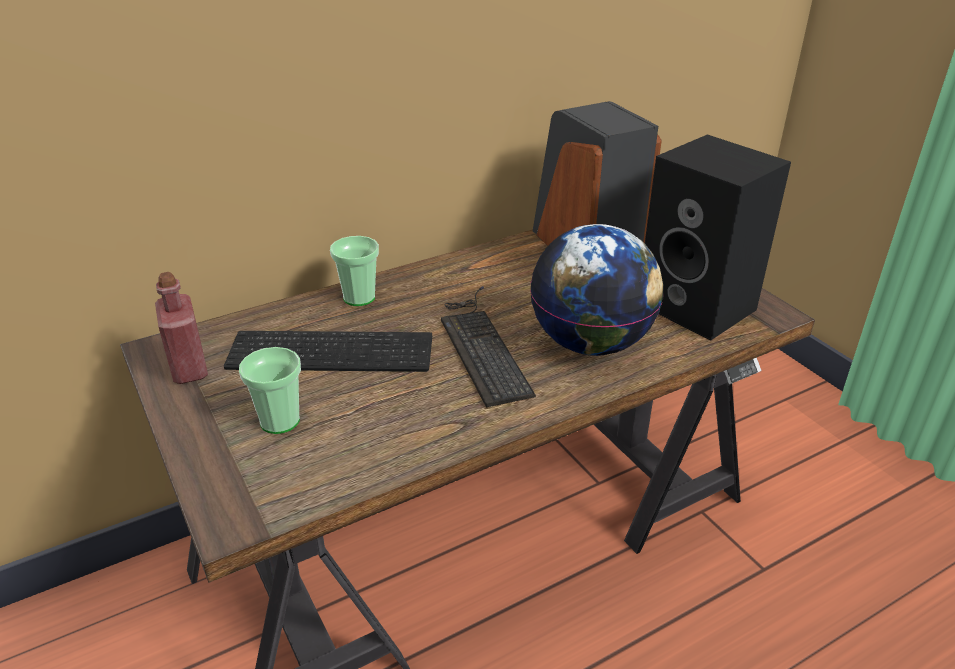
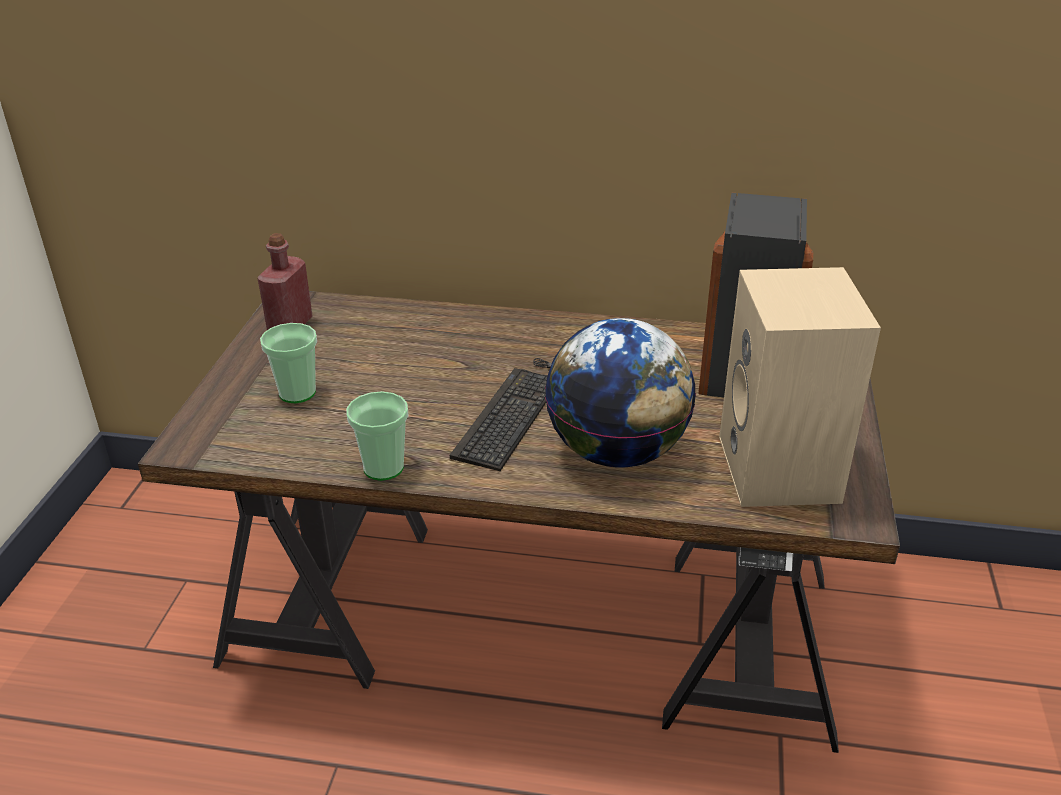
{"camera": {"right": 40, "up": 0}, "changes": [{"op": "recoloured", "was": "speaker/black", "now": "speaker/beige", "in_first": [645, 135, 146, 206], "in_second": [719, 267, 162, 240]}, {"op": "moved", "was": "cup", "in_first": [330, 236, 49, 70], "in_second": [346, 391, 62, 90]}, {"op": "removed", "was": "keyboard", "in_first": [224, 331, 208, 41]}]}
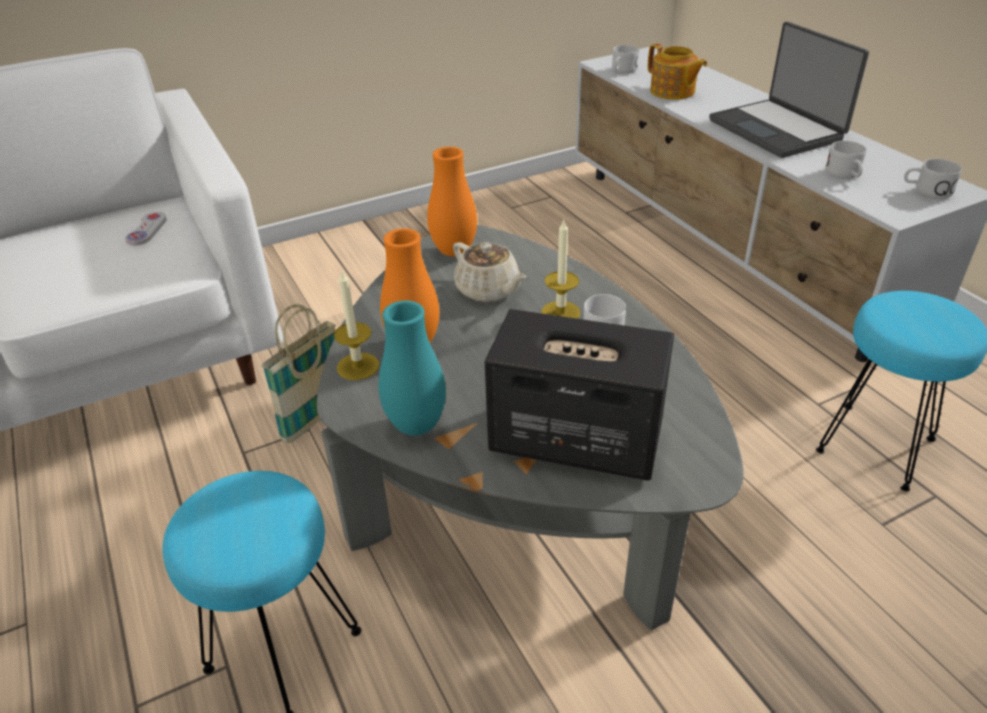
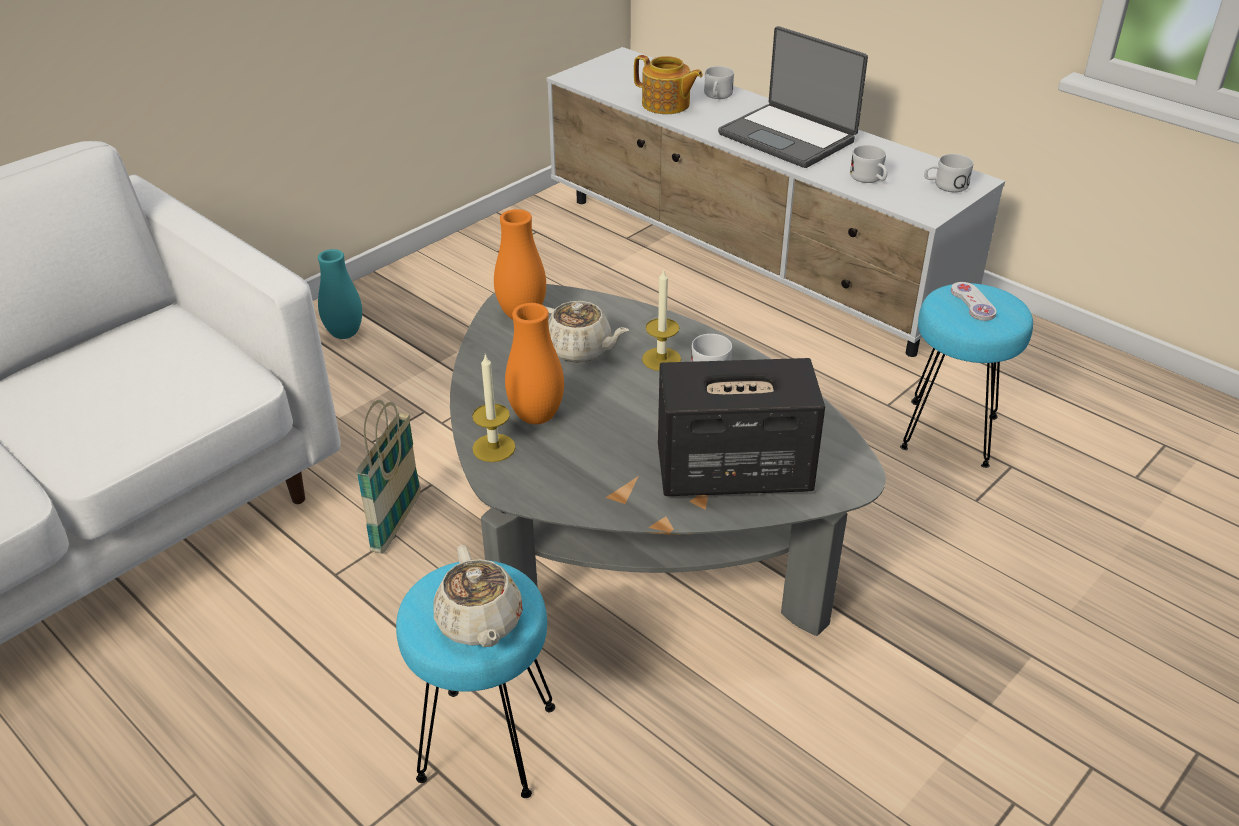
{"camera": {"right": -20, "up": 0}, "changes": [{"op": "moved", "was": "mug/white", "in_first": [612, 45, 27, 29], "in_second": [704, 66, 30, 33]}, {"op": "moved", "was": "game controller/white", "in_first": [125, 212, 42, 34], "in_second": [951, 282, 46, 39]}, {"op": "moved", "was": "vase/turquoise", "in_first": [379, 301, 67, 135], "in_second": [318, 249, 44, 90]}, {"op": "added", "now": "teapot/beige", "in_second": [434, 545, 89, 102]}]}
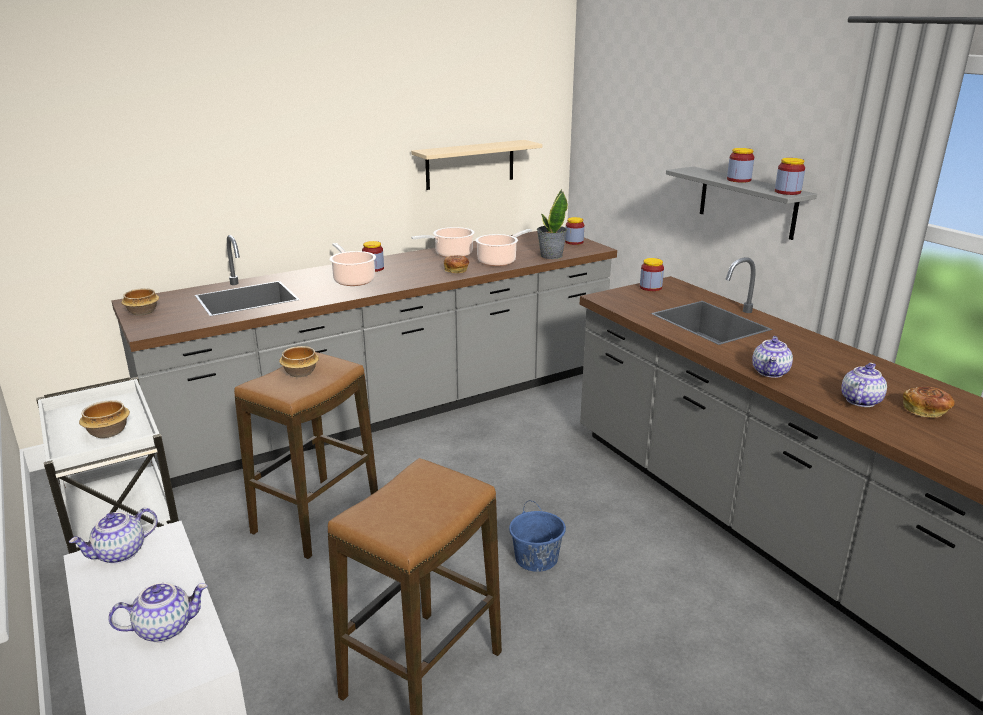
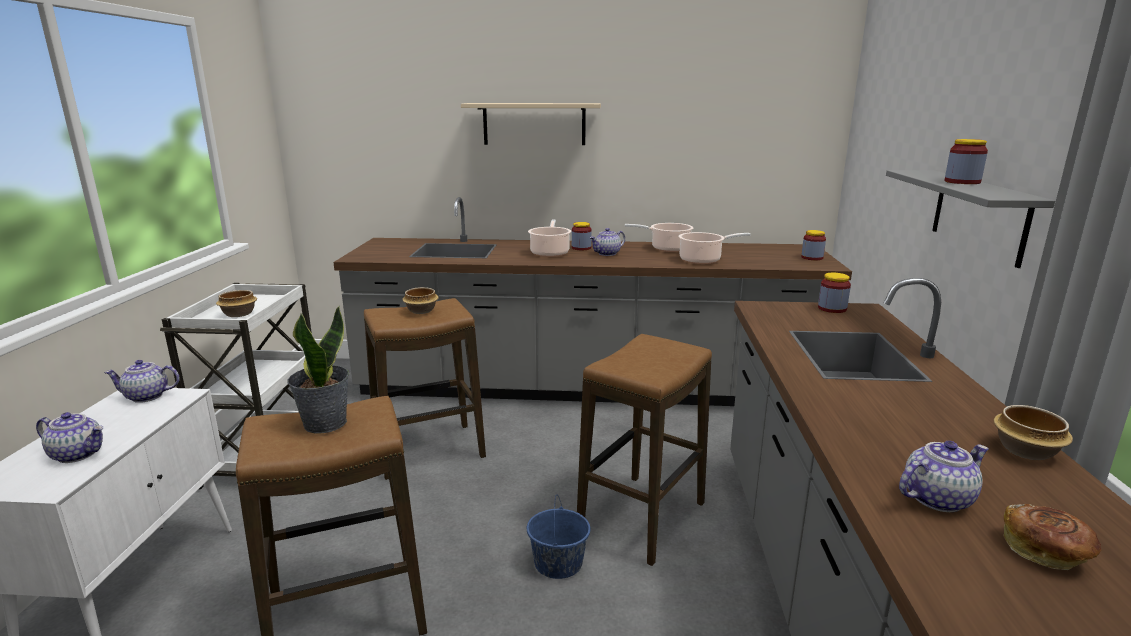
{"camera": {"right": 35, "up": -5}, "changes": [{"op": "moved", "was": "shelf/beige", "in_first": [411, 140, 131, 50], "in_second": [461, 103, 140, 42]}, {"op": "removed", "was": "jar", "in_first": [775, 158, 30, 37]}, {"op": "moved", "was": "potted plant", "in_first": [537, 189, 31, 70], "in_second": [287, 306, 62, 128]}, {"op": "removed", "was": "bread", "in_first": [444, 255, 25, 18]}, {"op": "moved", "was": "bowl", "in_first": [121, 288, 38, 28], "in_second": [993, 405, 80, 55]}, {"op": "moved", "was": "teapot", "in_first": [752, 336, 41, 42], "in_second": [590, 228, 35, 28]}, {"op": "added", "now": "stool", "in_second": [577, 334, 135, 232]}]}
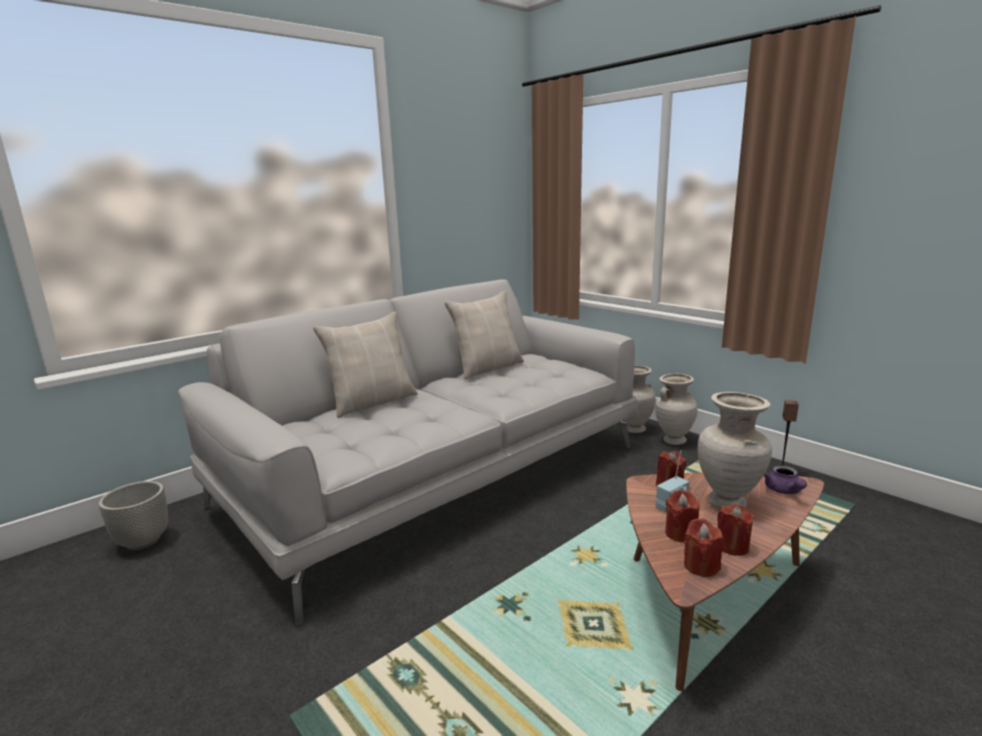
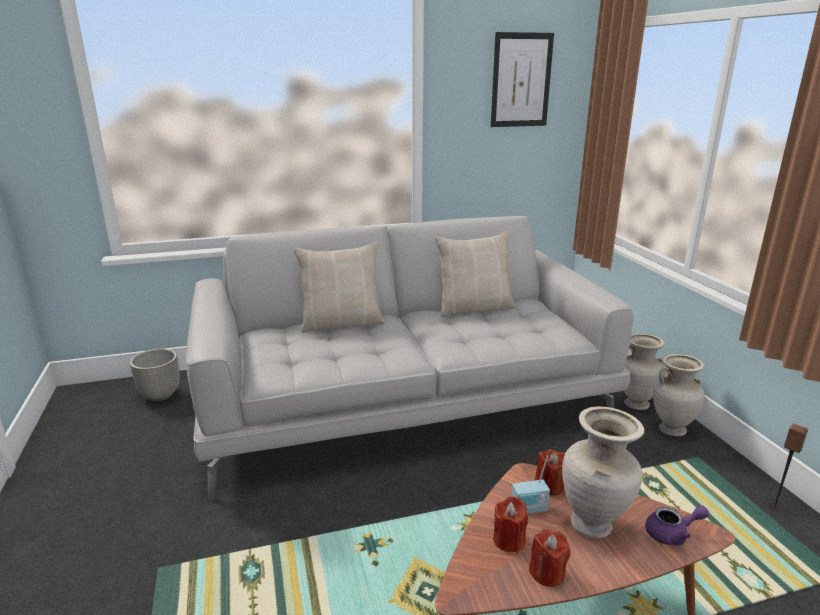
{"camera": {"right": 25, "up": 5}, "changes": [{"op": "turned", "was": "teapot/purple", "in_first": [764, 465, 43, 29], "in_second": [645, 506, 64, 39], "clockwise": -120}, {"op": "removed", "was": "candle/red", "in_first": [684, 519, 40, 58]}, {"op": "added", "now": "picture", "in_second": [491, 32, 63, 95]}]}
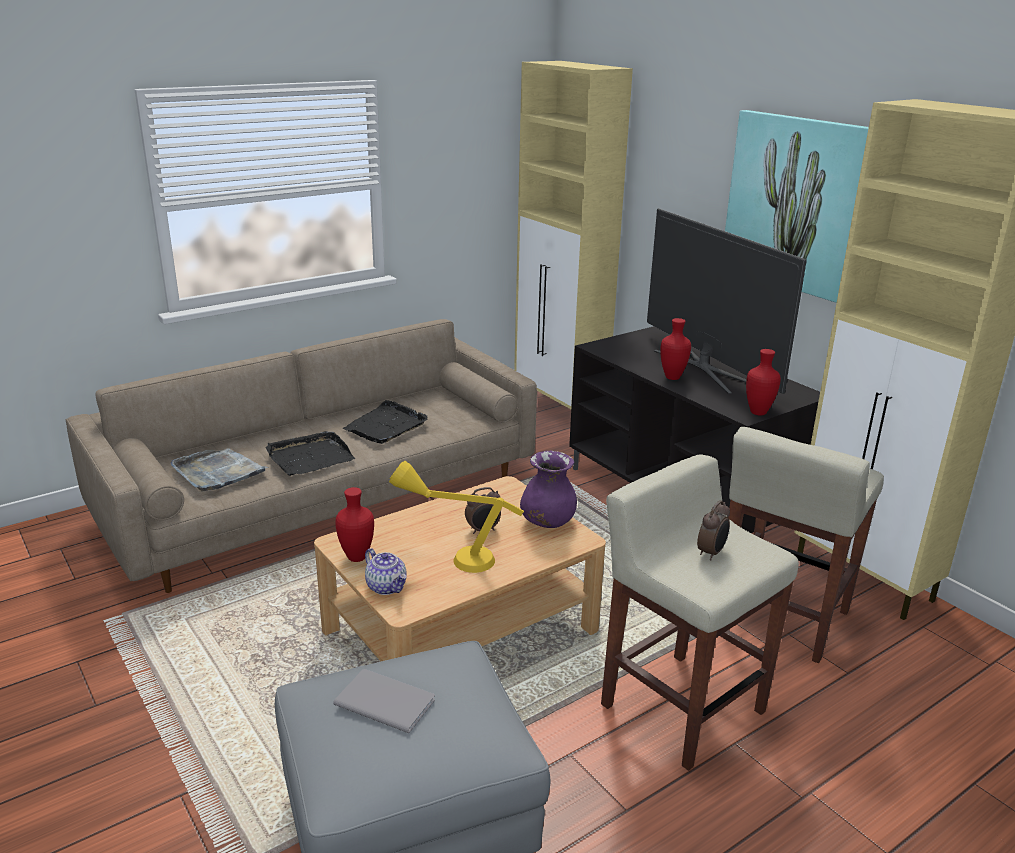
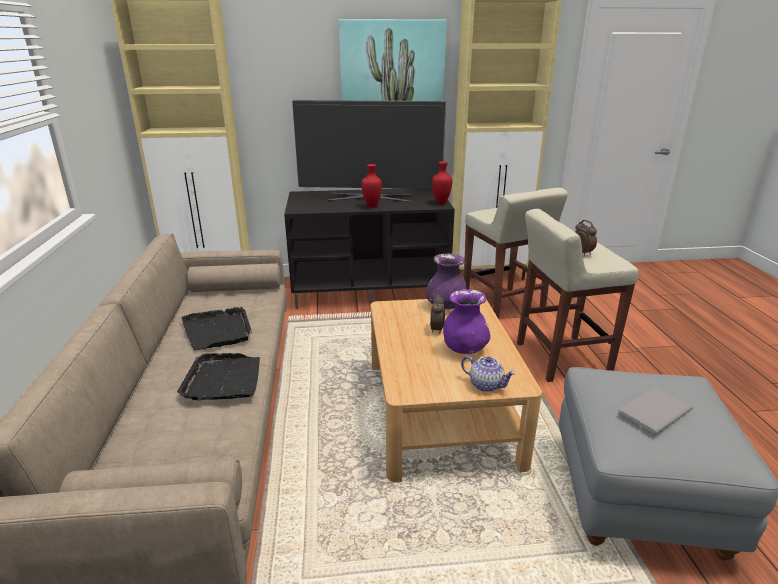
{"camera": {"right": -60, "up": 0}, "changes": [{"op": "removed", "was": "tray/grey", "in_first": [170, 448, 99, 44]}, {"op": "replaced", "was": "table lamp/yellow", "now": "vase/purple", "in_first": [389, 460, 135, 113], "in_second": [443, 289, 47, 65]}, {"op": "removed", "was": "vase/red", "in_first": [335, 487, 39, 75]}, {"op": "turned", "was": "teapot", "in_first": [365, 548, 42, 47], "in_second": [461, 356, 55, 36], "clockwise": 45}]}
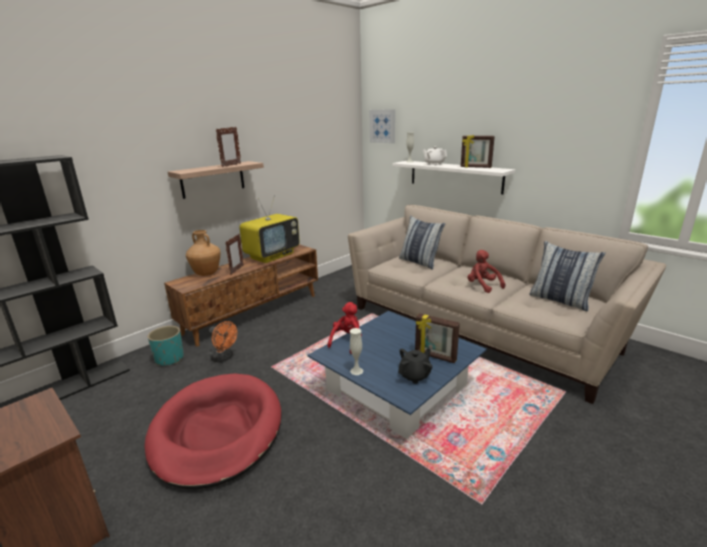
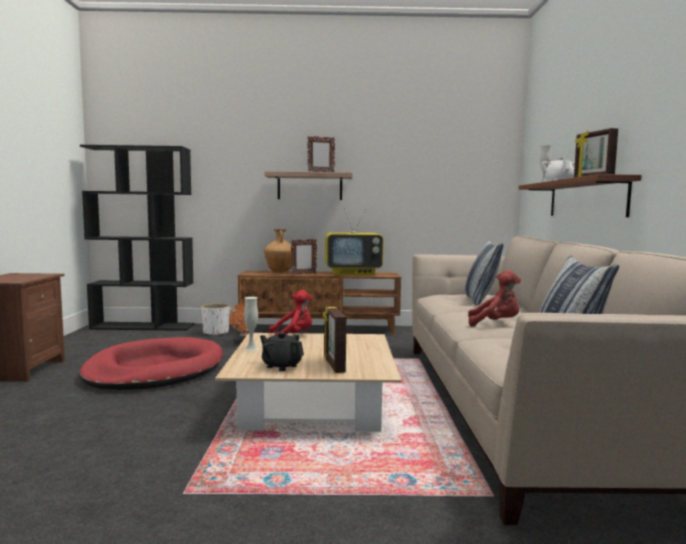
{"camera": {"right": 45, "up": -15}, "changes": [{"op": "removed", "was": "picture", "in_first": [369, 109, 26, 35]}, {"op": "recoloured", "was": "shelf/white", "now": "shelf/brown", "in_first": [392, 161, 123, 33], "in_second": [518, 174, 124, 43]}, {"op": "turned", "was": "plush toy/red", "in_first": [467, 250, 39, 43], "in_second": [468, 270, 53, 57], "clockwise": 90}, {"op": "recoloured", "was": "coffee table/blue", "now": "coffee table/beige", "in_first": [307, 311, 180, 128], "in_second": [215, 333, 186, 99]}, {"op": "recoloured", "was": "planter/turquoise", "now": "planter/white", "in_first": [148, 326, 36, 40], "in_second": [202, 303, 28, 33]}, {"op": "turned", "was": "teapot/black", "in_first": [398, 348, 34, 36], "in_second": [260, 332, 44, 39], "clockwise": -150}]}
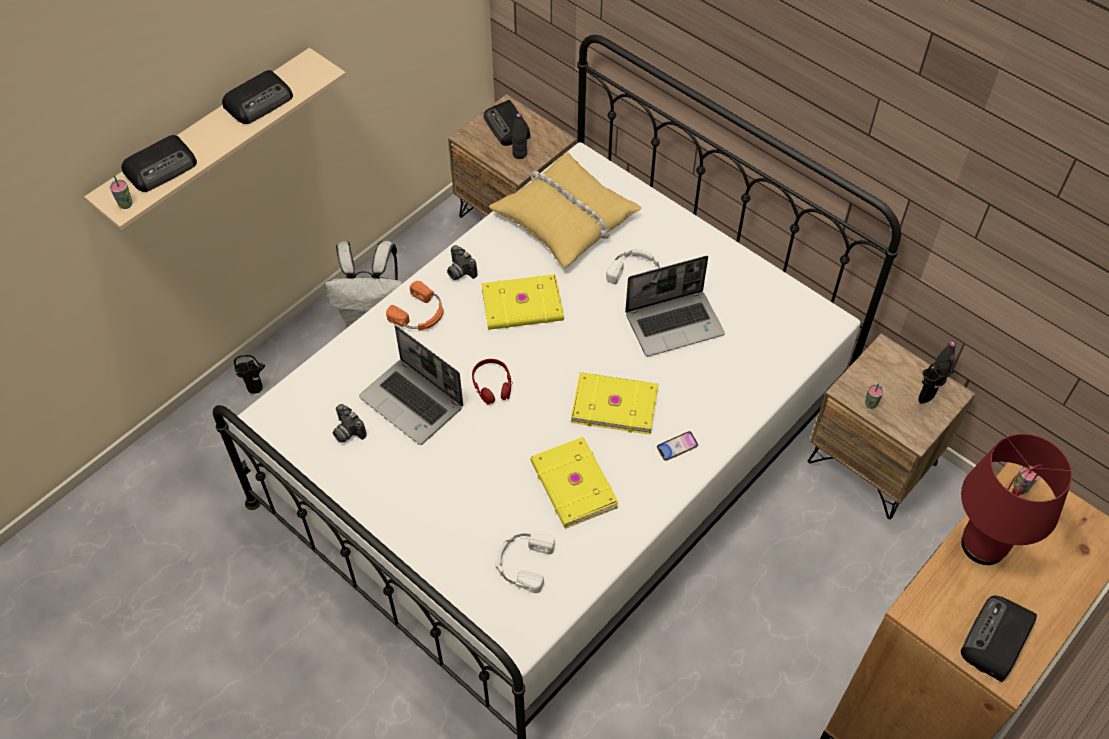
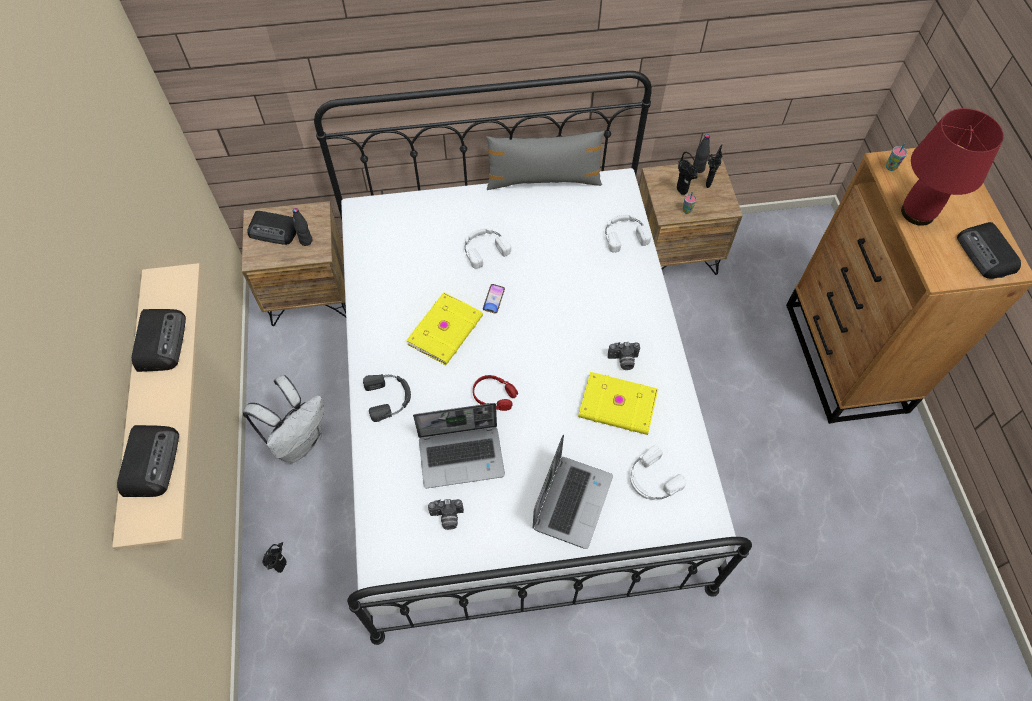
{"camera": {"right": -50, "up": 5}, "changes": [{"op": "removed", "was": "pillow/yellow", "in_first": [489, 153, 152, 115]}, {"op": "removed", "was": "cup", "in_first": [110, 175, 23, 34]}, {"op": "moved", "was": "photo camera", "in_first": [447, 245, 30, 35], "in_second": [608, 342, 32, 28]}, {"op": "moved", "was": "laptop", "in_first": [625, 256, 100, 100], "in_second": [533, 435, 80, 114]}, {"op": "recoloured", "was": "headphones/orange", "now": "headphones/black", "in_first": [386, 281, 58, 49], "in_second": [363, 374, 48, 48]}, {"op": "removed", "was": "book/yellow", "in_first": [571, 372, 87, 63]}, {"op": "moved", "was": "phone", "in_first": [657, 431, 41, 30], "in_second": [483, 284, 22, 30]}, {"op": "added", "now": "pillow/grey", "in_second": [486, 131, 119, 59]}, {"op": "added", "now": "vase/black", "in_second": [677, 152, 21, 43]}, {"op": "added", "now": "headphones/white", "in_second": [605, 214, 46, 38]}]}
